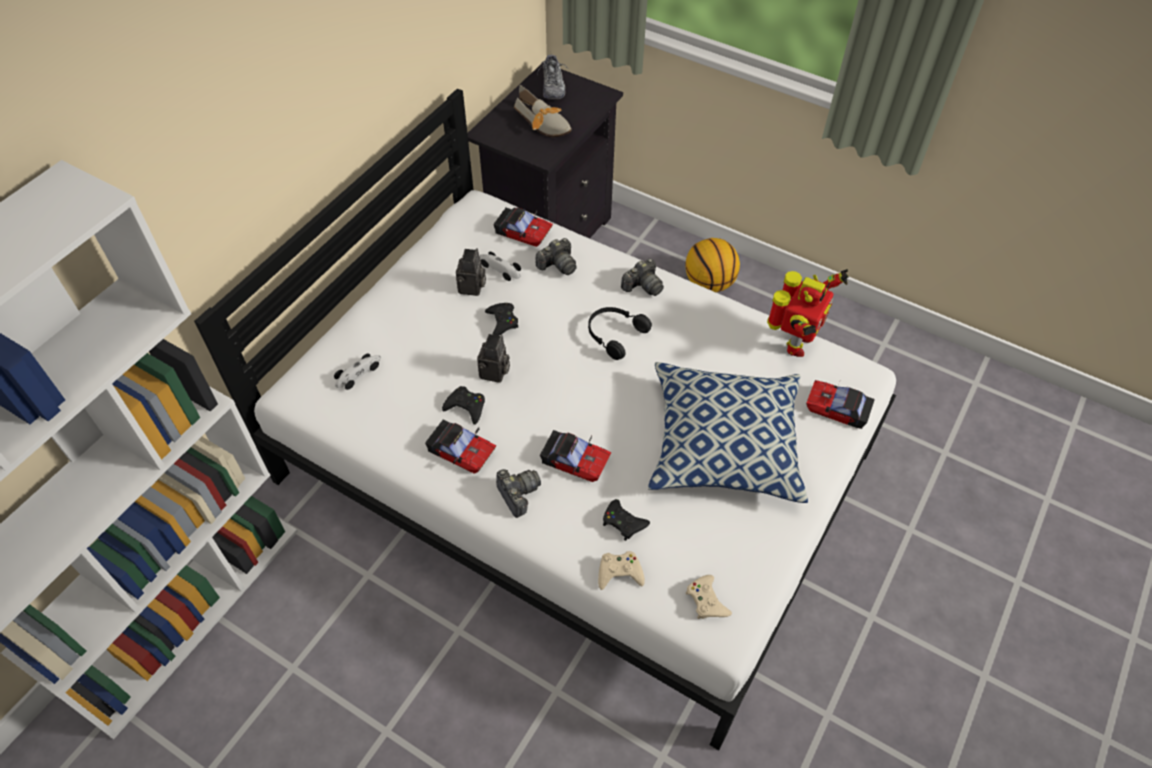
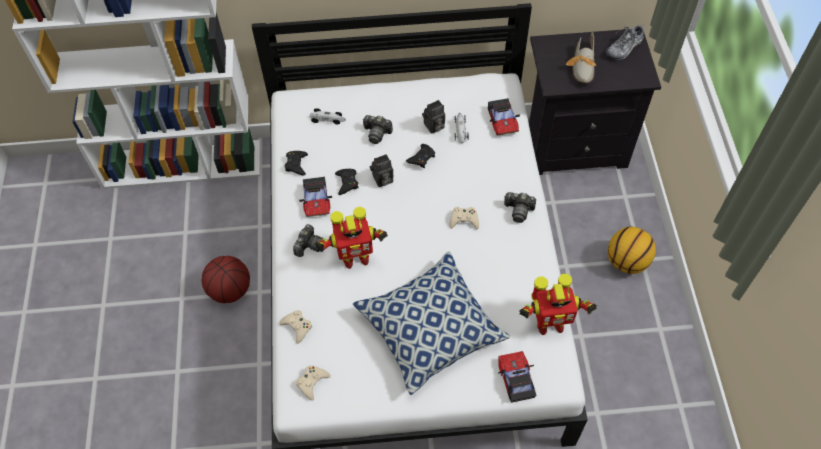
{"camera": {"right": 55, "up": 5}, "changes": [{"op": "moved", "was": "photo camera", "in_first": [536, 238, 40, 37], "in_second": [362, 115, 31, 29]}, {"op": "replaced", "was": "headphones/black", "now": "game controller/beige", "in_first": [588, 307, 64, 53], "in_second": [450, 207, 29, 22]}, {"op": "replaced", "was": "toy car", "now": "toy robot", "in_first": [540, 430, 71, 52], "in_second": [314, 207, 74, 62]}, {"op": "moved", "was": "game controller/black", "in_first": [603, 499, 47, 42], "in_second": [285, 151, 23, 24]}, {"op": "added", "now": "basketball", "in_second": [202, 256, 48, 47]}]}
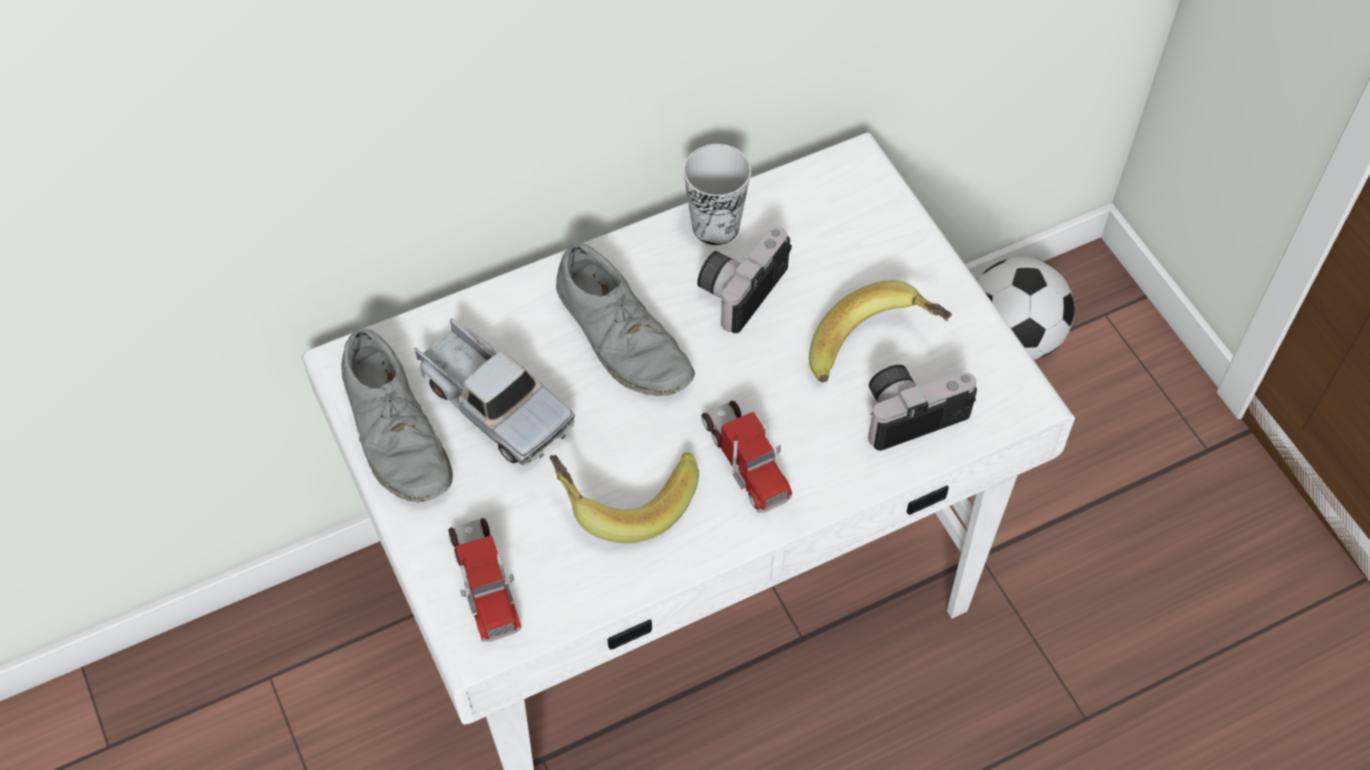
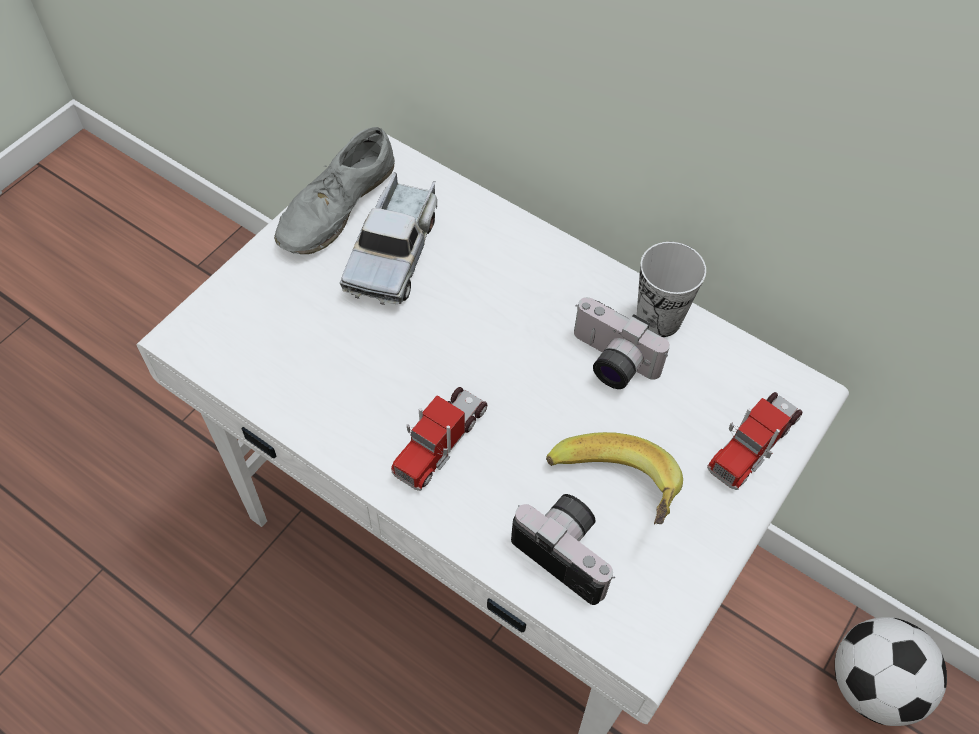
{"camera": {"right": 60, "up": 0}, "changes": [{"op": "turned", "was": "photo camera", "in_first": [697, 227, 95, 106], "in_second": [574, 297, 96, 92], "clockwise": -150}, {"op": "removed", "was": "shoe/grey", "in_first": [556, 243, 139, 153]}, {"op": "removed", "was": "banana", "in_first": [550, 452, 149, 91]}, {"op": "moved", "was": "toy truck", "in_first": [448, 518, 73, 124], "in_second": [707, 392, 95, 98]}]}
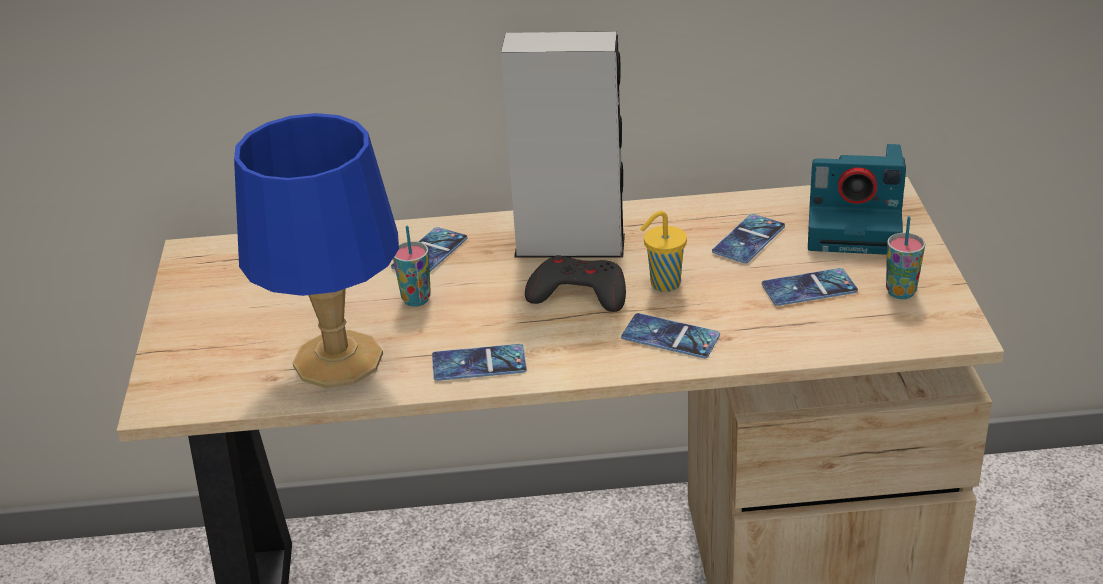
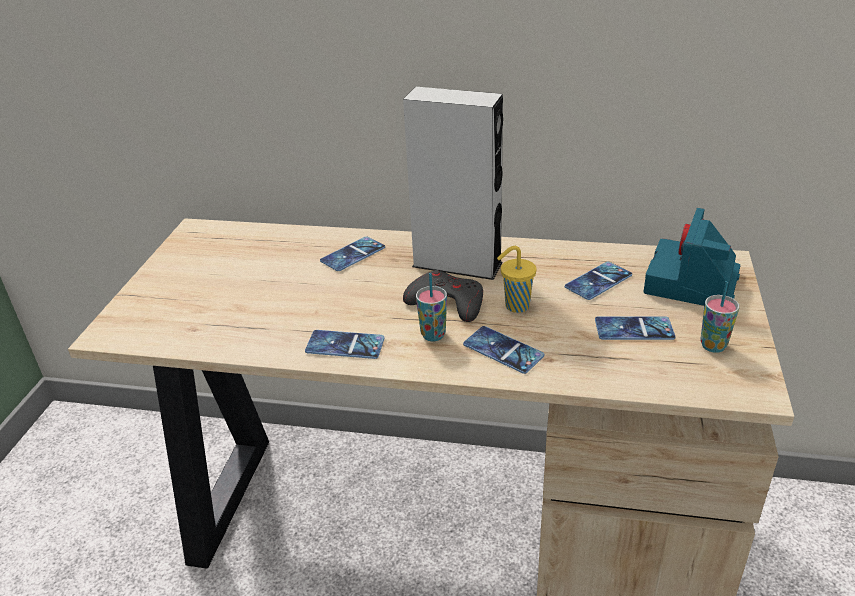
{"camera": {"right": 15, "up": 0}, "changes": [{"op": "removed", "was": "table lamp/blue", "in_first": [234, 113, 165, 275]}, {"op": "turned", "was": "photo camera", "in_first": [808, 144, 98, 111], "in_second": [644, 208, 96, 98], "clockwise": 90}, {"op": "moved", "was": "cup", "in_first": [393, 226, 38, 81], "in_second": [416, 273, 31, 68]}]}
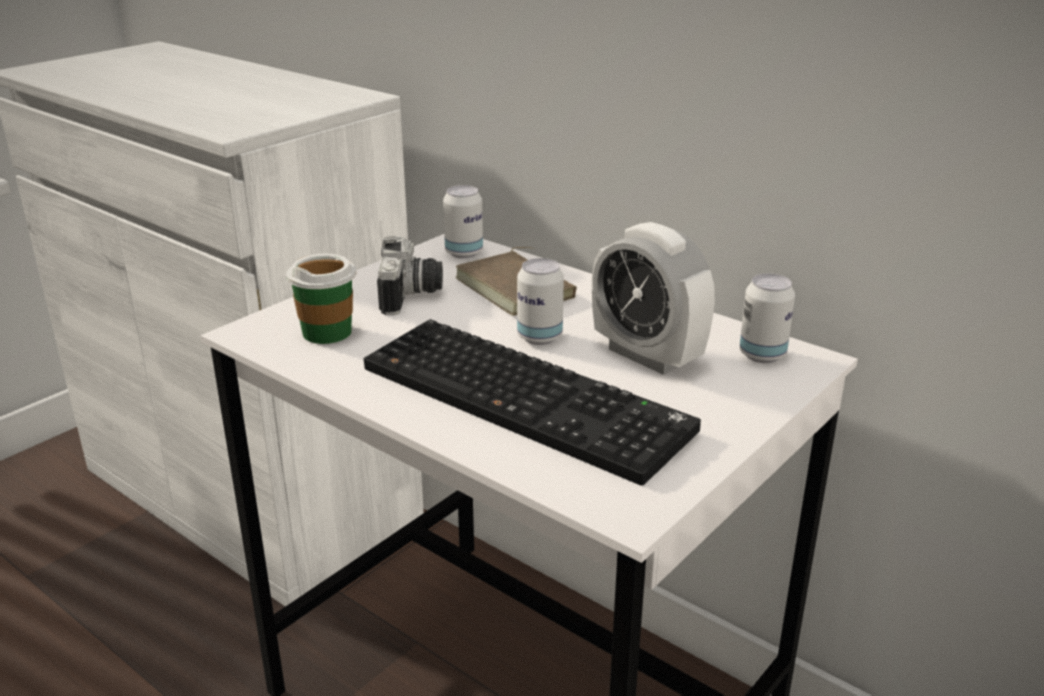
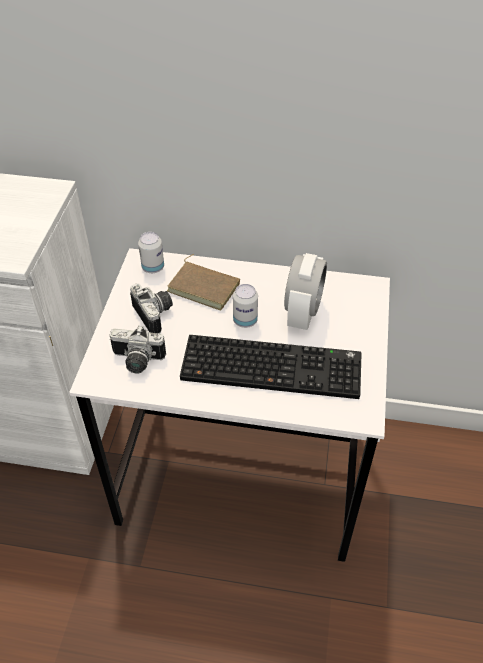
{"camera": {"right": -30, "up": 20}, "changes": [{"op": "turned", "was": "alarm clock", "in_first": [592, 222, 123, 153], "in_second": [284, 253, 43, 77], "clockwise": -90}, {"op": "replaced", "was": "cup", "now": "photo camera", "in_first": [286, 254, 70, 90], "in_second": [110, 325, 56, 49]}, {"op": "removed", "was": "can", "in_first": [739, 274, 56, 89]}]}
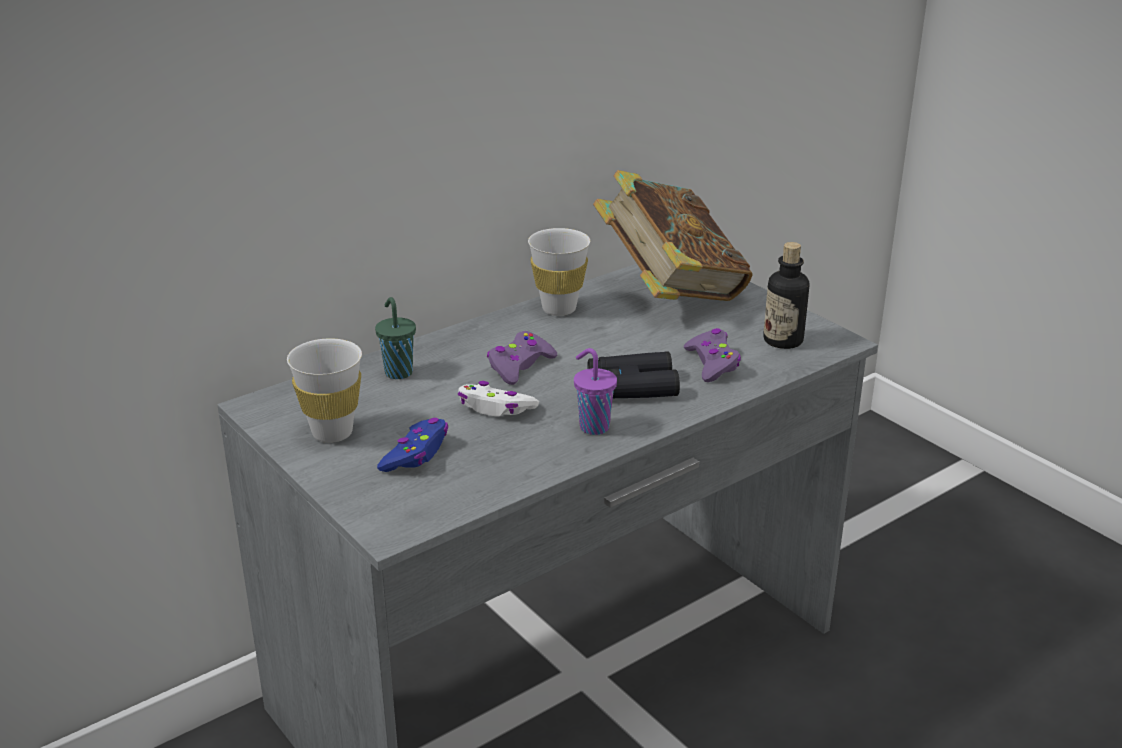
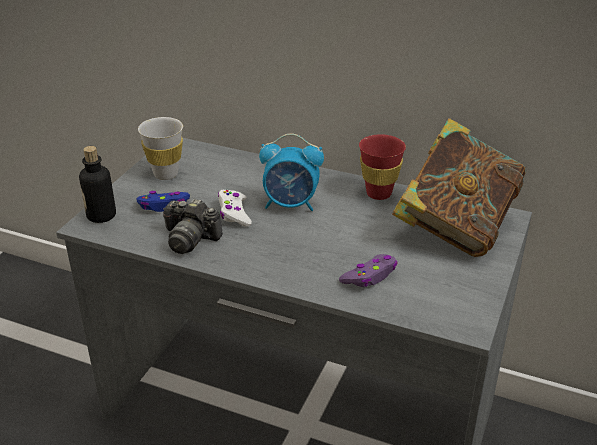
{"camera": {"right": 60, "up": 5}, "changes": [{"op": "recoloured", "was": "cup/white", "now": "cup/red", "in_first": [528, 228, 62, 88], "in_second": [359, 134, 47, 66]}, {"op": "moved", "was": "bottle", "in_first": [763, 242, 46, 107], "in_second": [79, 146, 37, 77]}, {"op": "removed", "was": "cup/green", "in_first": [375, 297, 41, 82]}, {"op": "replaced", "was": "game controller/purple", "now": "alarm clock", "in_first": [487, 331, 70, 54], "in_second": [259, 133, 65, 78]}, {"op": "removed", "was": "cup/purple", "in_first": [574, 348, 43, 87]}, {"op": "removed", "was": "binoculars/black", "in_first": [587, 351, 93, 47]}, {"op": "added", "now": "photo camera", "in_second": [163, 199, 60, 55]}]}
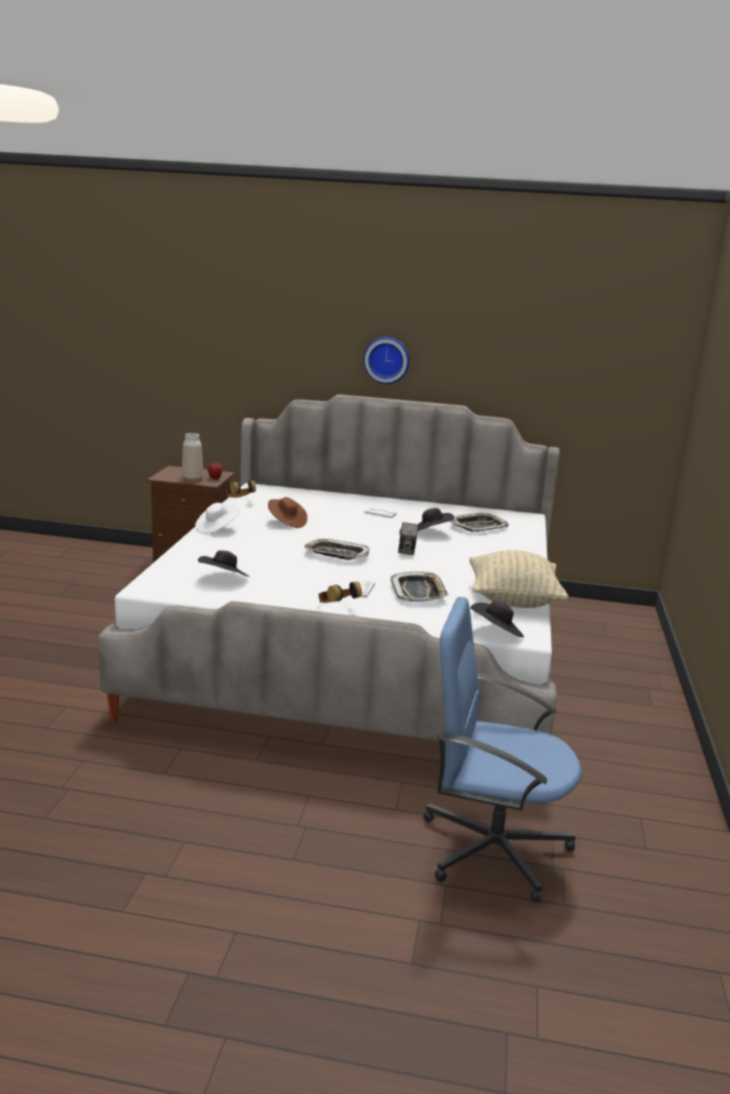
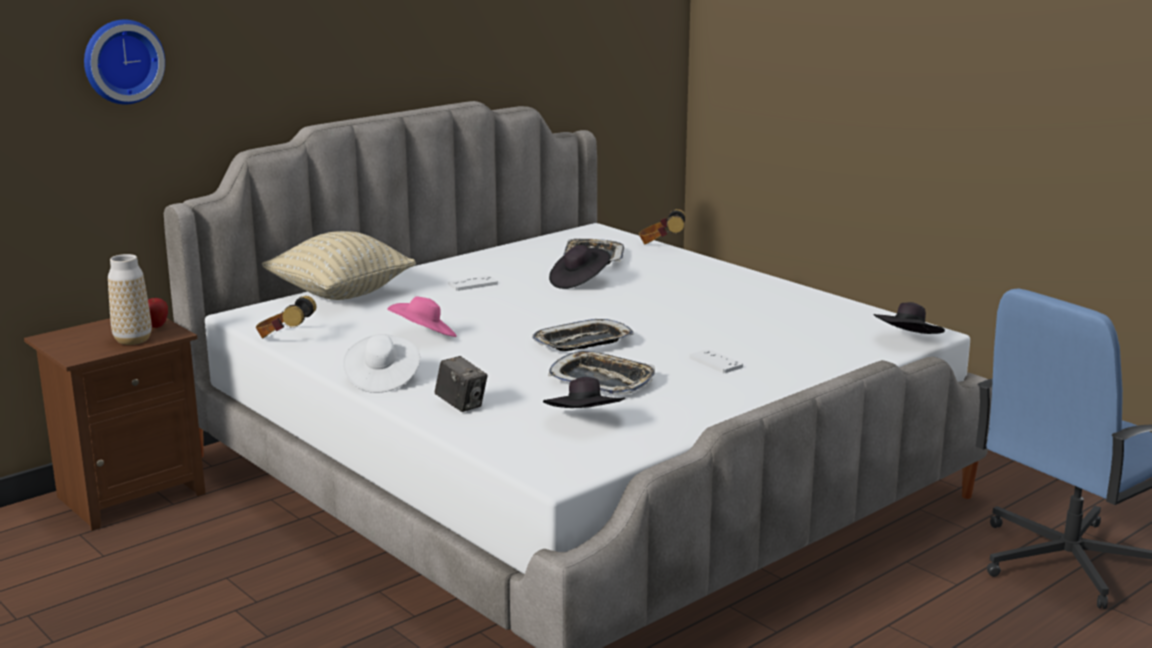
{"camera": {"right": -50, "up": 0}, "changes": [{"op": "moved", "was": "wall clock", "in_first": [363, 337, 47, 47], "in_second": [84, 20, 81, 84]}, {"op": "recoloured", "was": "hat/brown", "now": "hat/pink", "in_first": [268, 497, 39, 31], "in_second": [387, 296, 70, 41]}, {"op": "moved", "was": "photo camera", "in_first": [398, 522, 20, 33], "in_second": [435, 356, 53, 56]}, {"op": "moved", "was": "pillow/beige", "in_first": [470, 550, 98, 58], "in_second": [262, 231, 154, 69]}, {"op": "moved", "was": "tray", "in_first": [391, 572, 58, 30], "in_second": [548, 351, 107, 44]}, {"op": "moved", "was": "headphones", "in_first": [319, 582, 43, 21], "in_second": [639, 209, 47, 35]}]}
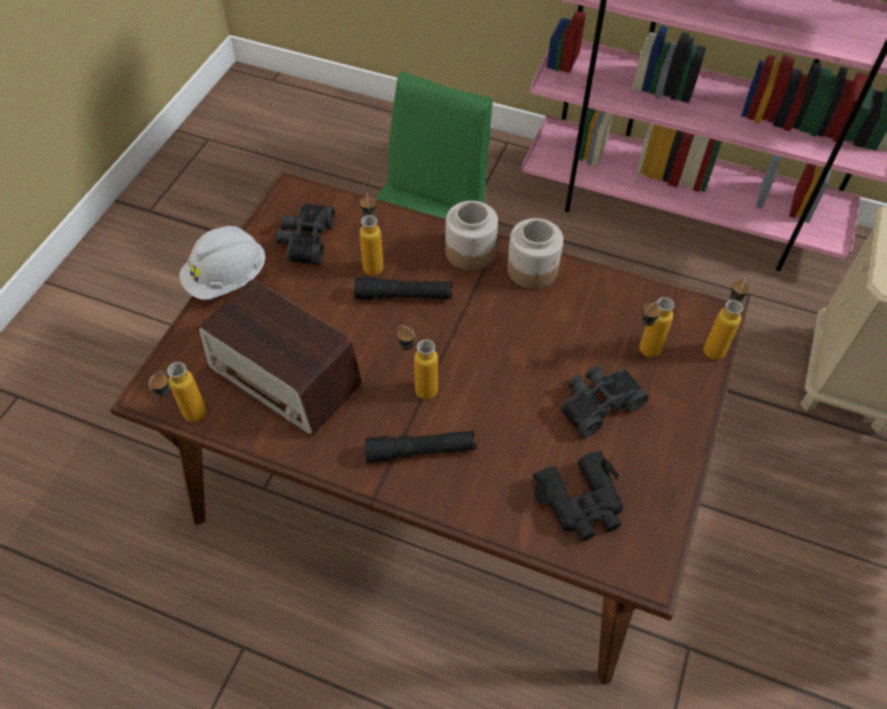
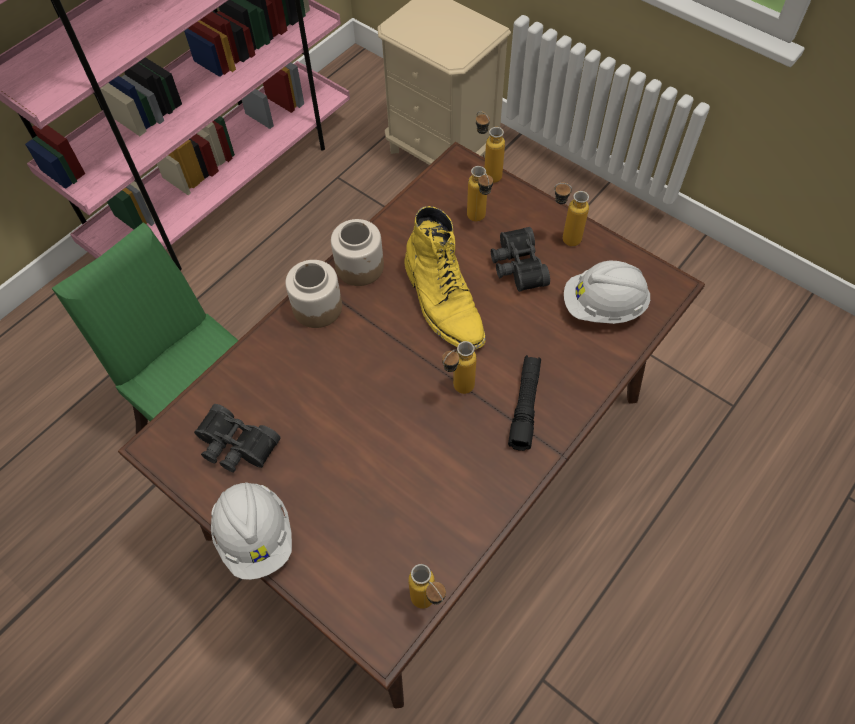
{"camera": {"right": -70, "up": 5}, "changes": [{"op": "moved", "was": "bottle", "in_first": [359, 192, 24, 84], "in_second": [554, 183, 35, 63]}, {"op": "removed", "was": "flashlight/black", "in_first": [354, 277, 98, 22]}, {"op": "removed", "was": "radio", "in_first": [198, 279, 164, 156]}, {"op": "replaced", "was": "binoculars/black", "now": "hard hat/white", "in_first": [533, 451, 90, 90], "in_second": [564, 261, 86, 63]}, {"op": "added", "now": "boot/yellow", "in_second": [404, 206, 81, 144]}]}
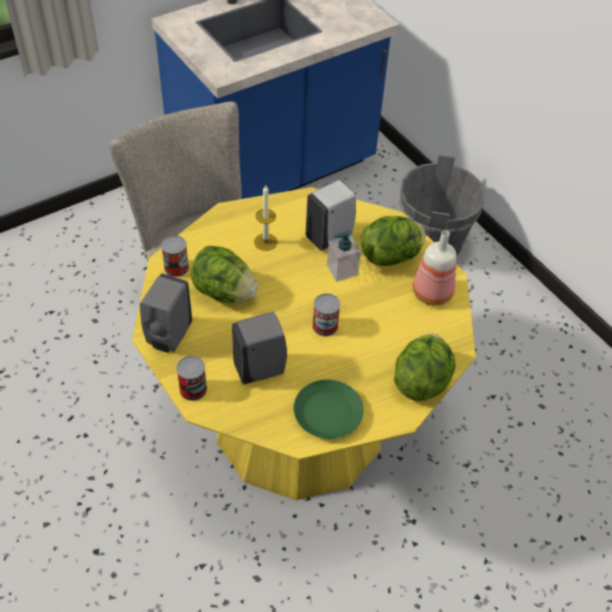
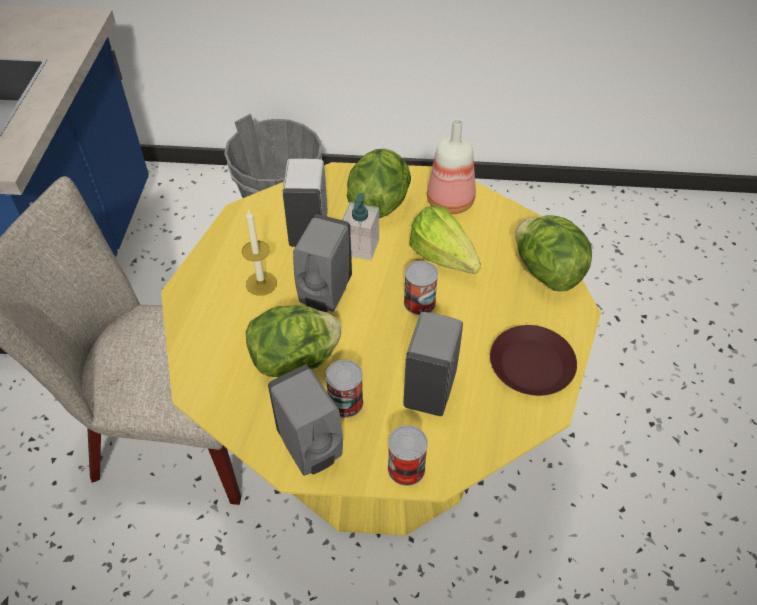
{"camera": {"right": -50, "up": 0}, "changes": [{"op": "moved", "was": "can", "in_first": [161, 235, 28, 42], "in_second": [325, 360, 38, 58]}, {"op": "recoloured", "was": "plate/green", "now": "plate/brown", "in_first": [294, 380, 70, 59], "in_second": [490, 325, 87, 71]}, {"op": "added", "now": "lettuce", "in_second": [410, 206, 71, 68]}, {"op": "added", "now": "soap dispenser/grey", "in_second": [293, 214, 59, 98]}]}
